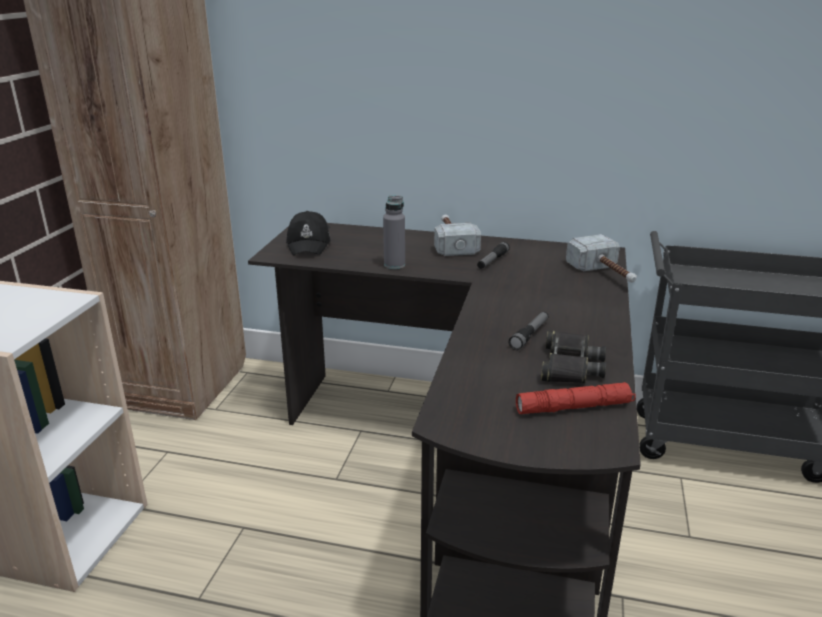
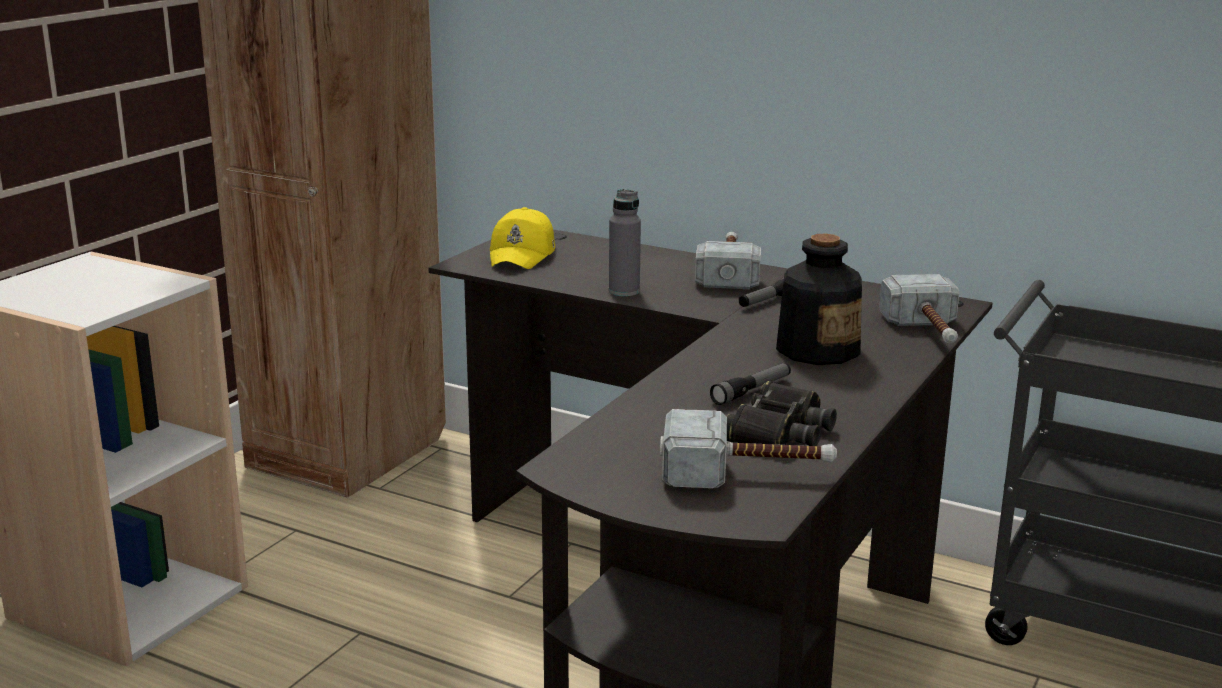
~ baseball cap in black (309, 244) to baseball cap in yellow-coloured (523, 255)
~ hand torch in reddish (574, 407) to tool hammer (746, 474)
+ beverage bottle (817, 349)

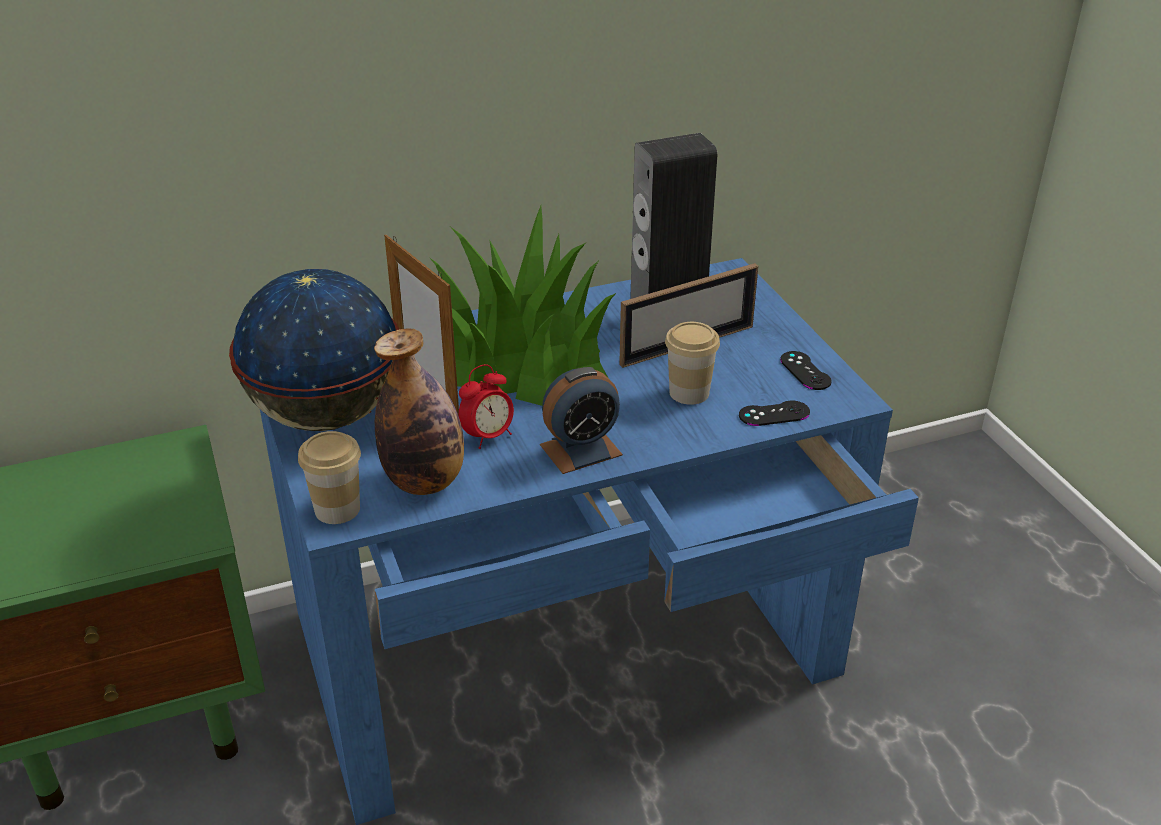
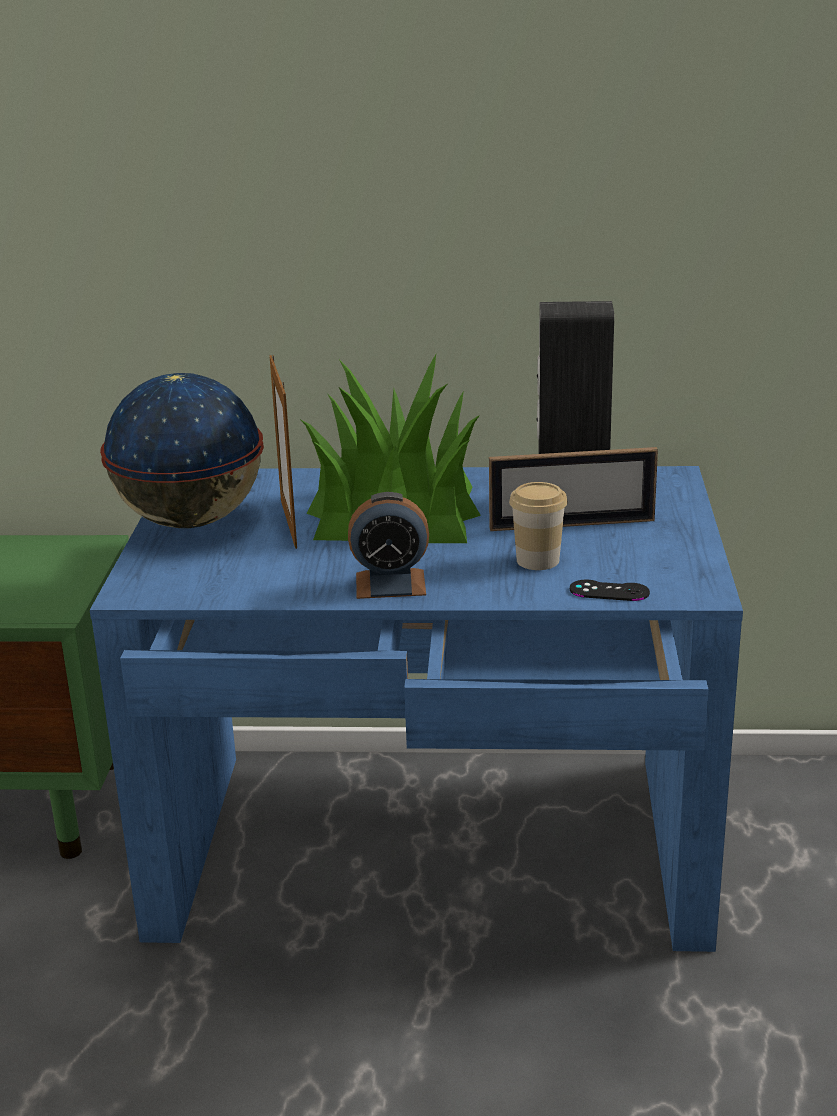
- drinking cup (337, 509)
- beverage bottle (425, 481)
- bedside clock (488, 436)
- gamepad in black (805, 371)

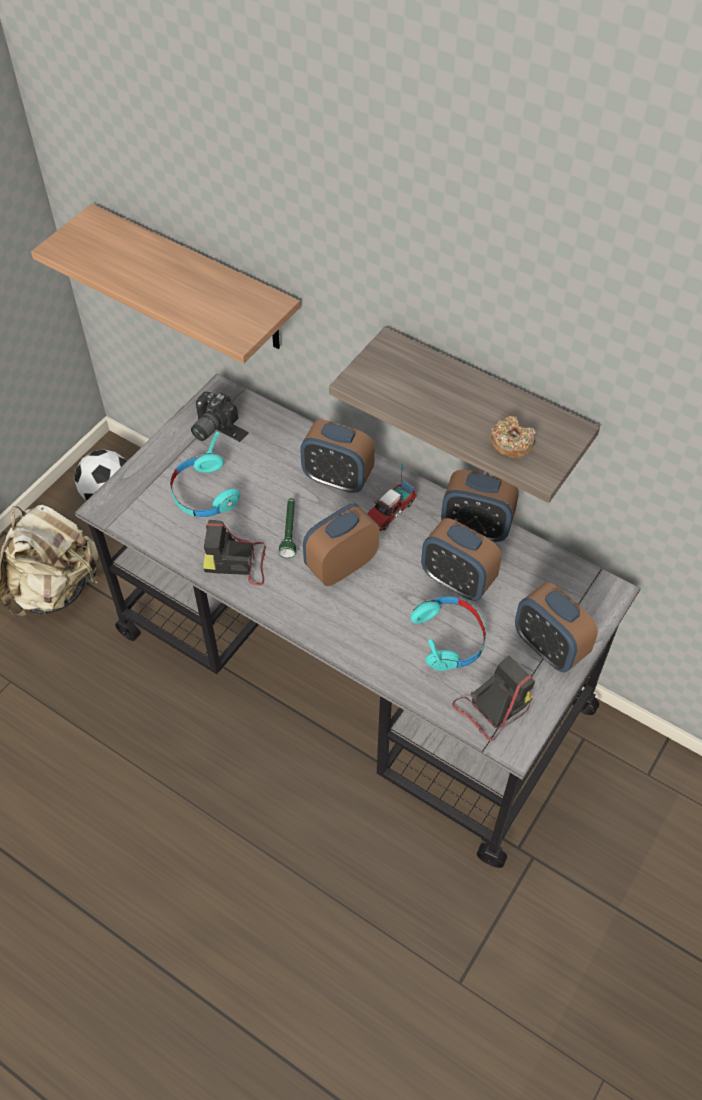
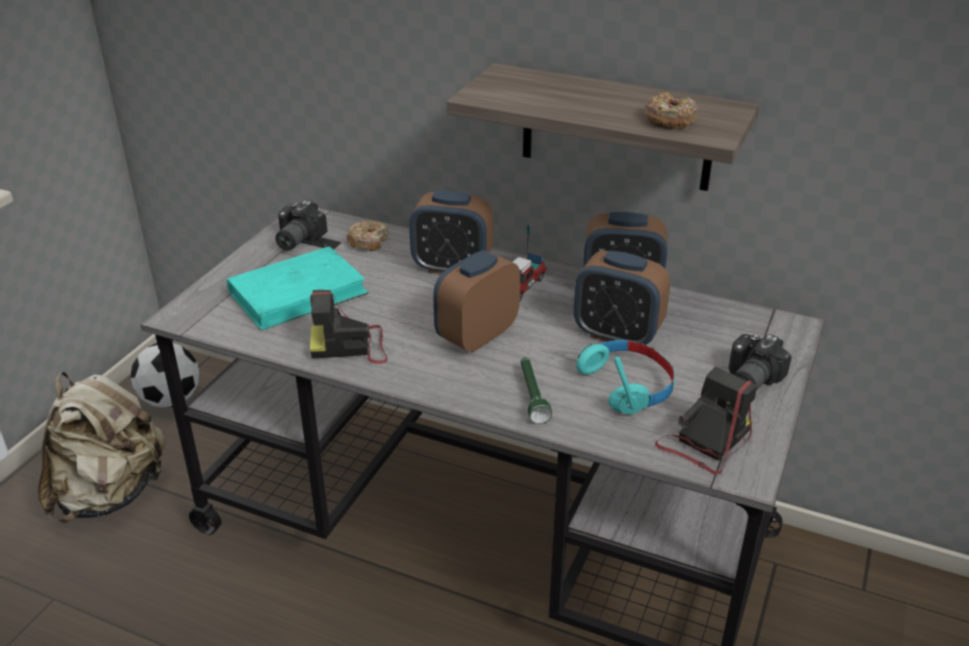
- shelf (196, 280)
~ pair of headphones in blue-green (204, 493) to volume in blue-green (298, 293)
~ hand torch in green-coloured (289, 531) to (532, 395)
~ bedside clock (549, 647) to photo camera (747, 380)
+ donut (368, 242)

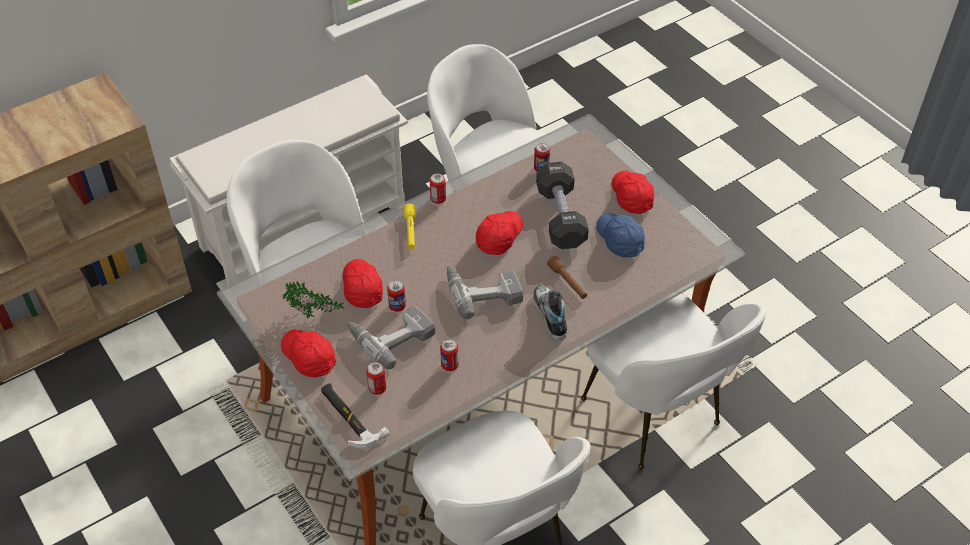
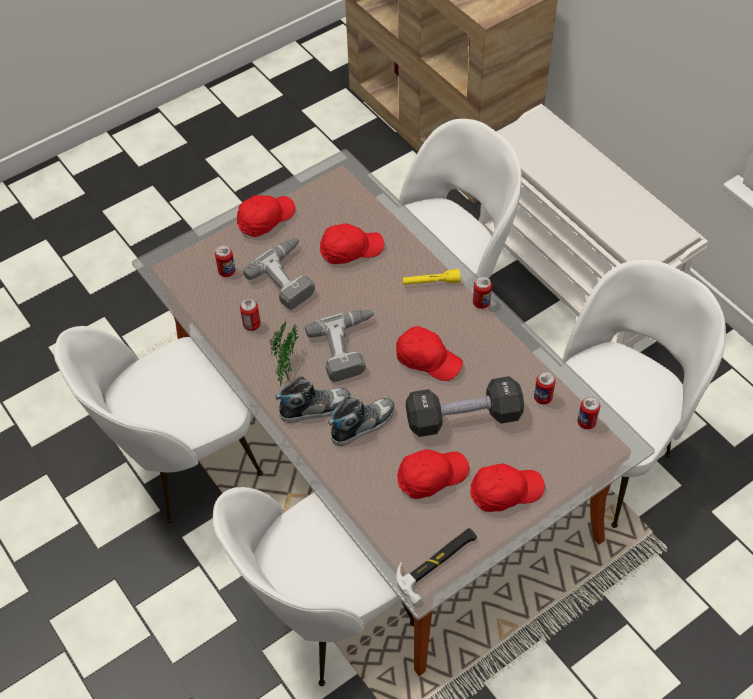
~ houseplant (315, 316) to (285, 369)
~ tool hammer (349, 417) to (437, 563)
~ can (397, 306) to (586, 422)
~ hand torch in brownish (567, 282) to shoe (363, 424)
~ baseball cap in blue (619, 240) to baseball cap in reddish (431, 476)

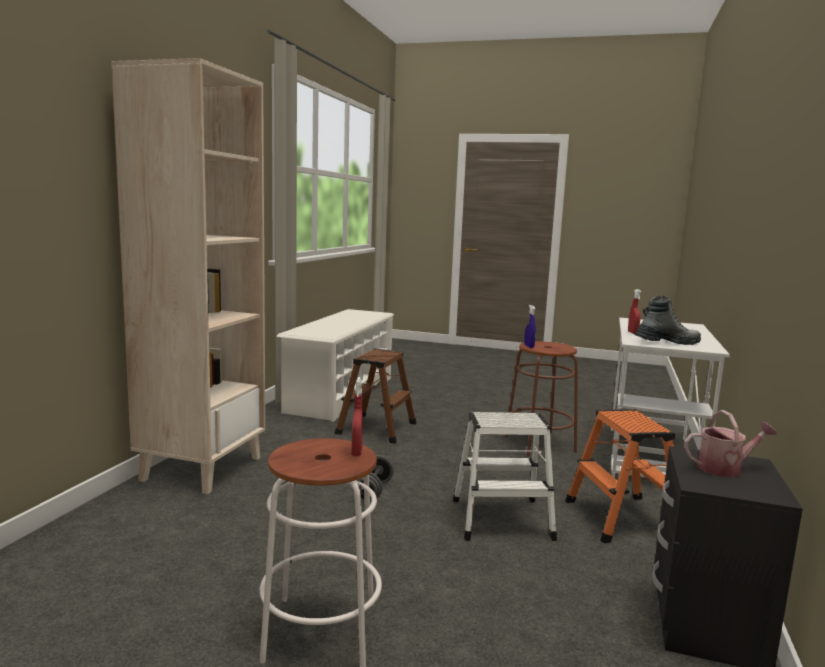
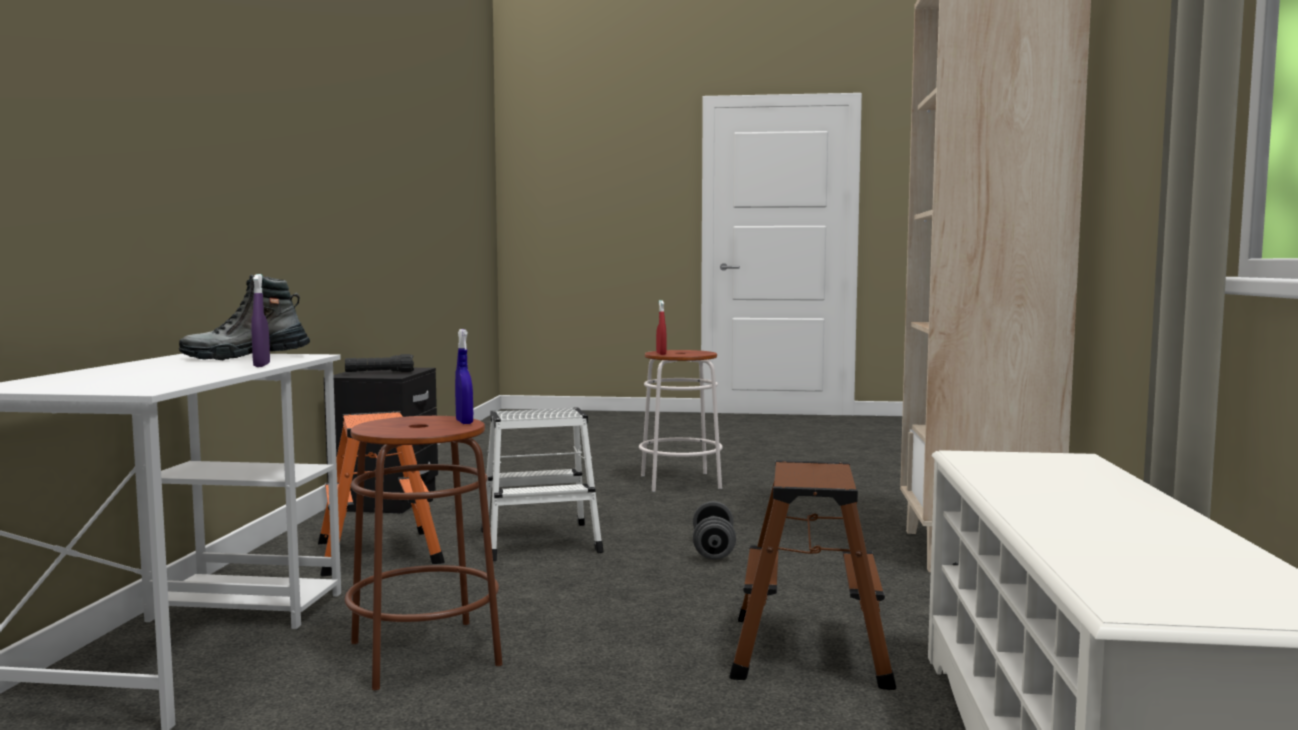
~ sprayer in reddish (633, 333) to sprayer in purplish (261, 365)
~ watering can (725, 468) to hand torch in black (379, 373)

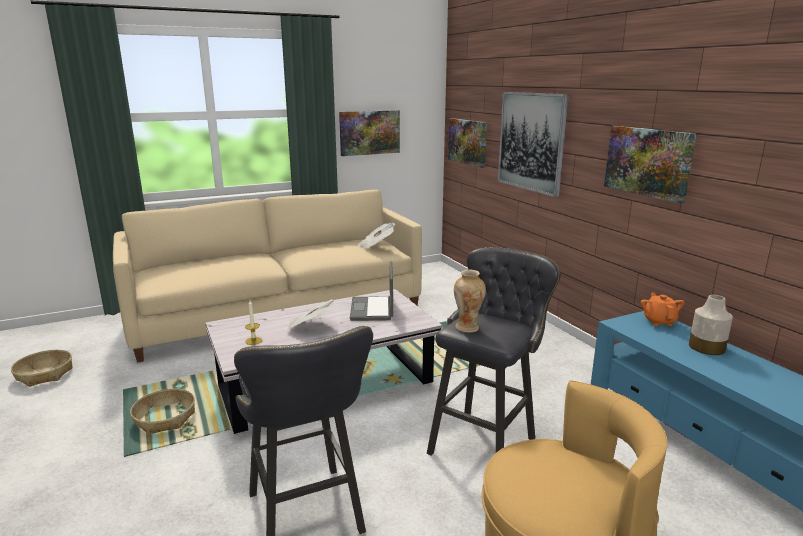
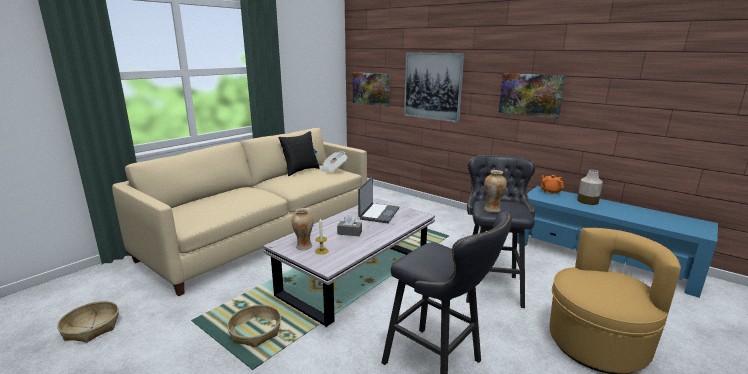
~ newspaper (310, 326) to tissue holder in gray (349, 233)
- picture (369, 132)
~ notebook computer (373, 309) = (378, 213) 135 degrees counterclockwise
+ pillow in black (300, 171)
+ decorative vase (304, 246)

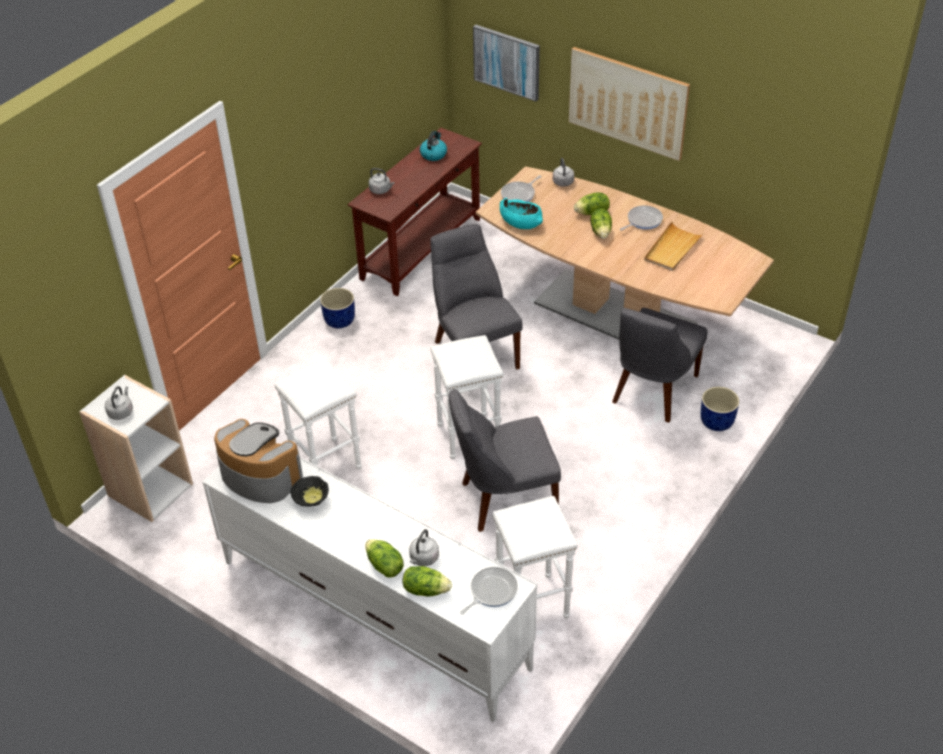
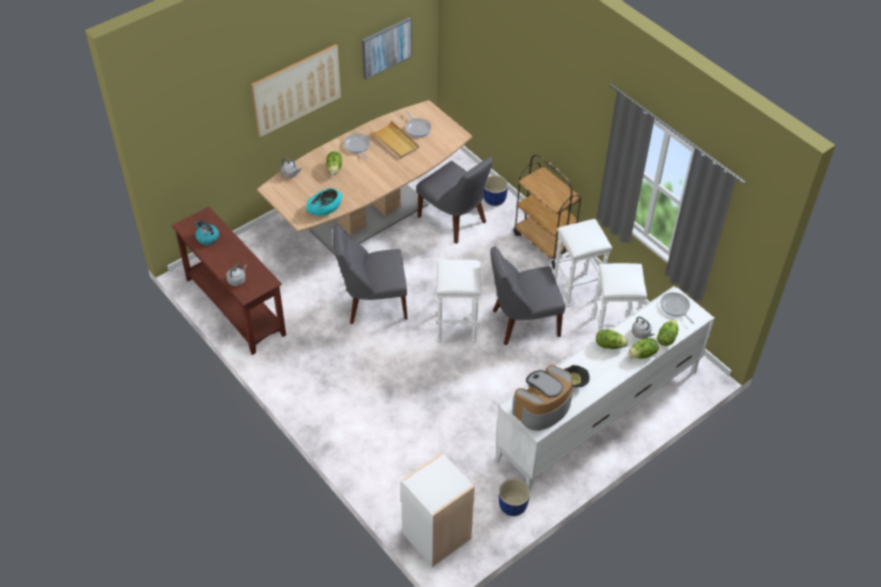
- water kettle in gray (121, 411)
~ sitting stool in white-coloured (326, 465) to (577, 290)
~ flower pot in blue (339, 320) to (512, 505)
~ chair in gray (504, 499) = (522, 323) 75 degrees clockwise
~ picture (507, 62) to (386, 47)
~ skillet (519, 194) to (418, 128)
~ head of lettuce (601, 232) to (609, 345)
+ cart in brownish (544, 243)

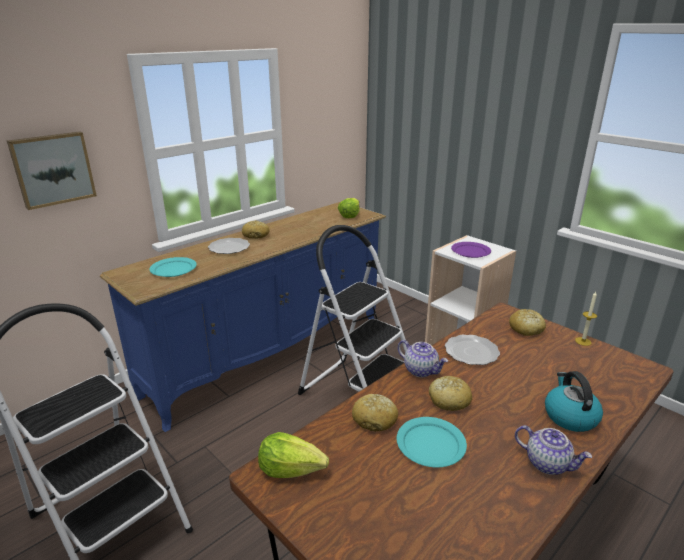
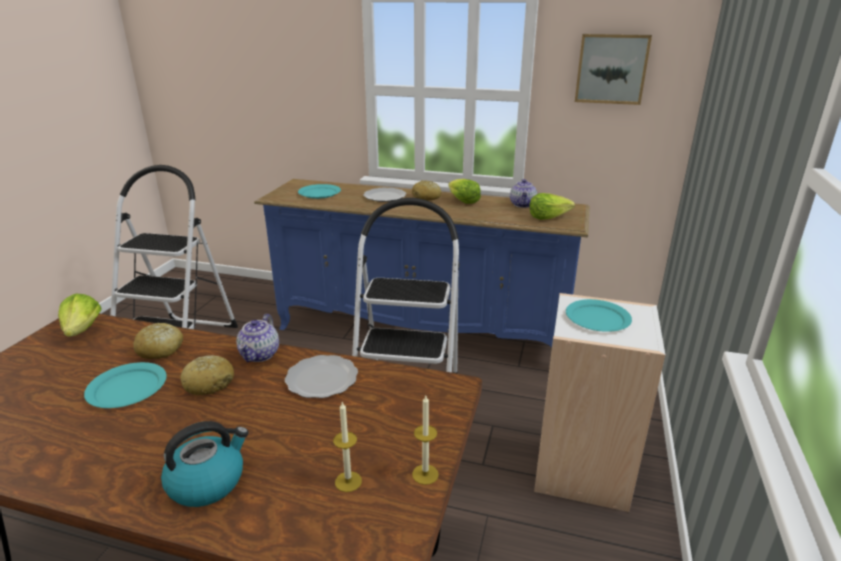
~ picture (53, 169) to (611, 69)
~ dinner plate in purplish (470, 251) to dinner plate in blue-green (598, 318)
- bakery bread (526, 329)
~ teapot (548, 463) to (523, 205)
+ wax light (348, 481)
+ head of lettuce (462, 201)

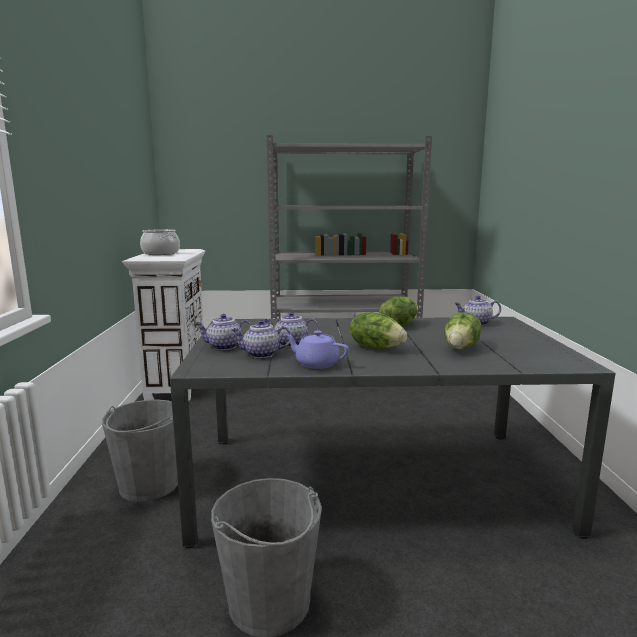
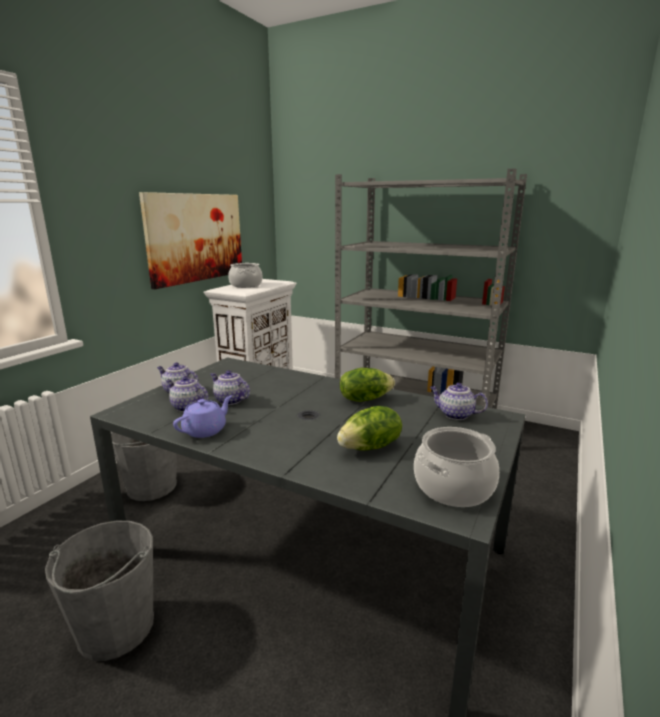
~ teapot in purplish (316, 364) = (205, 430) 75 degrees clockwise
- head of lettuce (376, 347)
+ picture (196, 237)
+ stockpot (454, 487)

